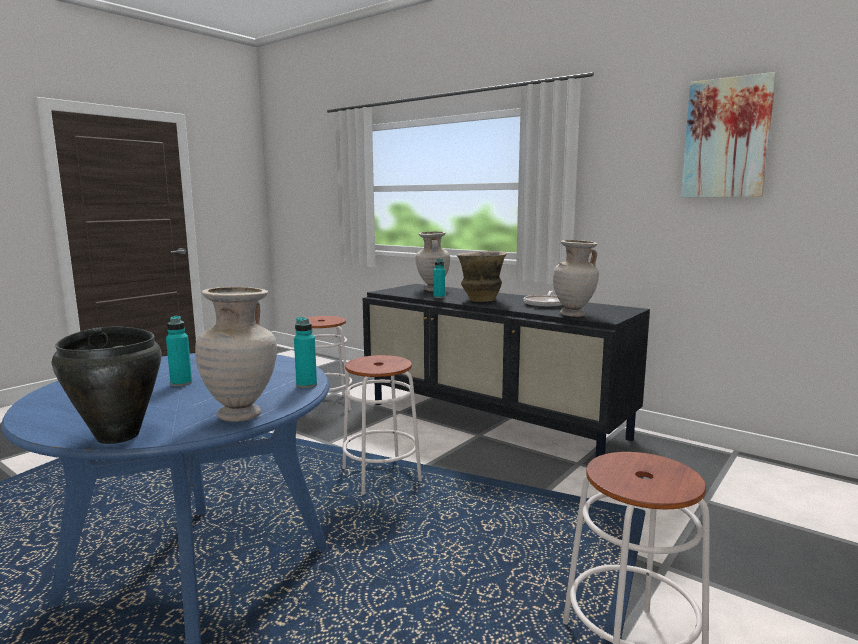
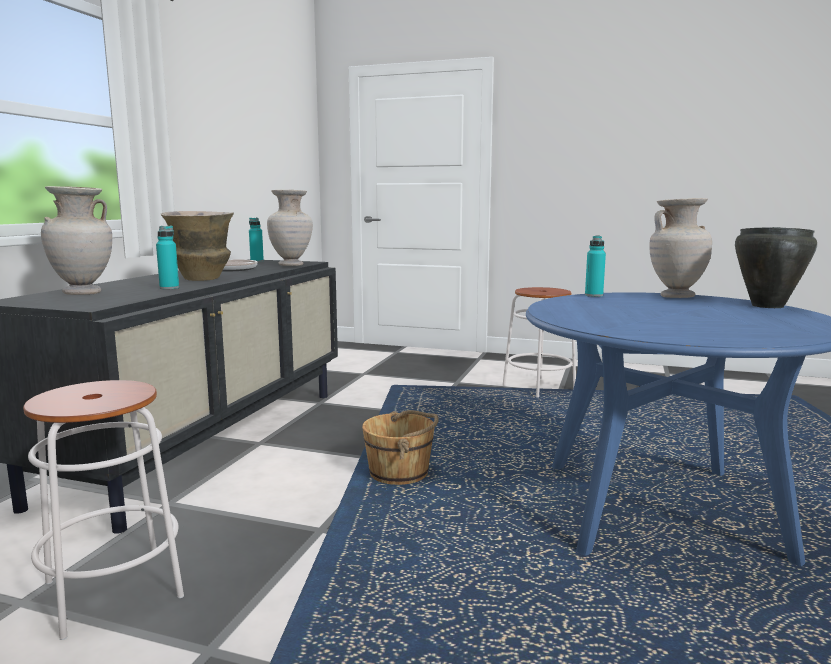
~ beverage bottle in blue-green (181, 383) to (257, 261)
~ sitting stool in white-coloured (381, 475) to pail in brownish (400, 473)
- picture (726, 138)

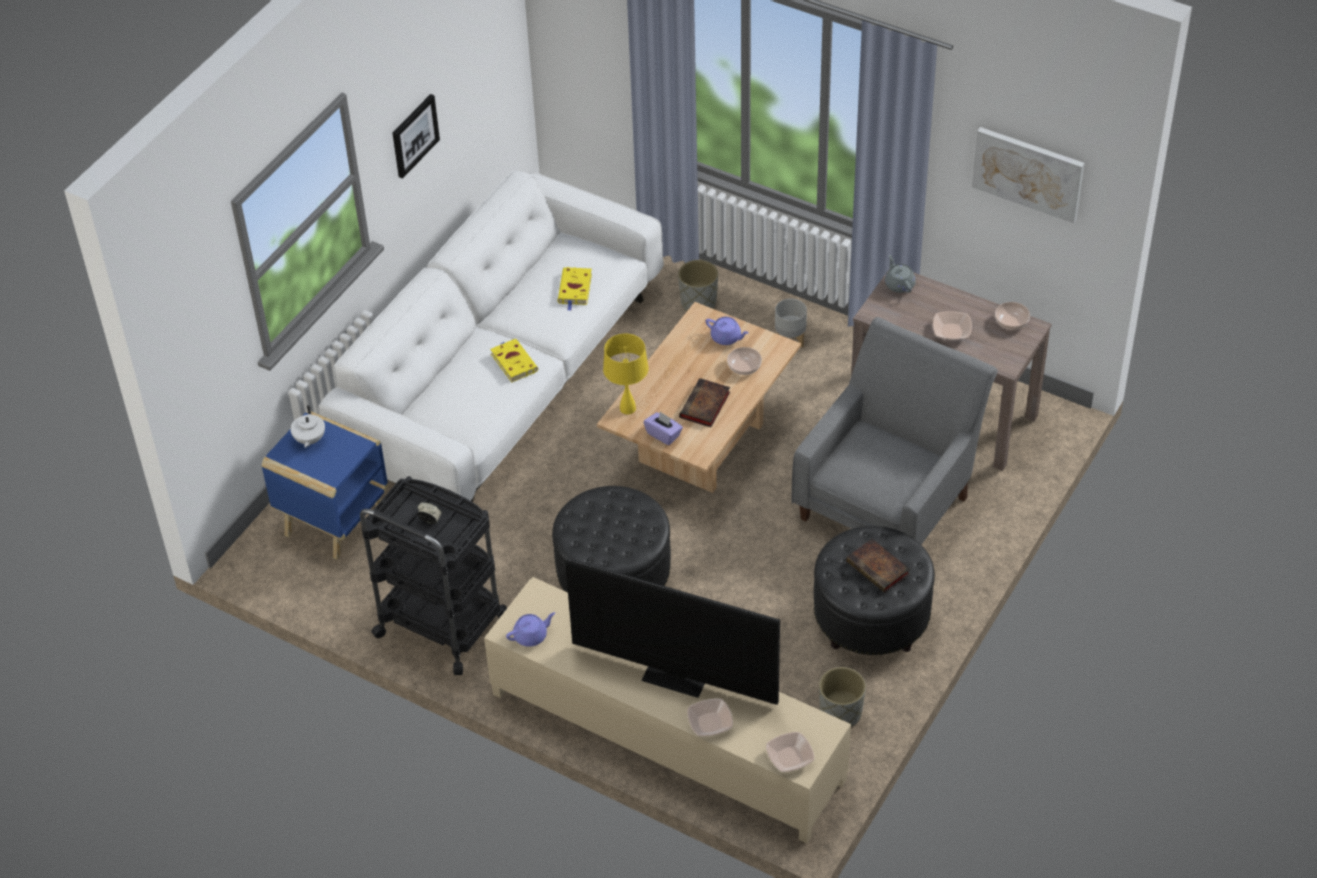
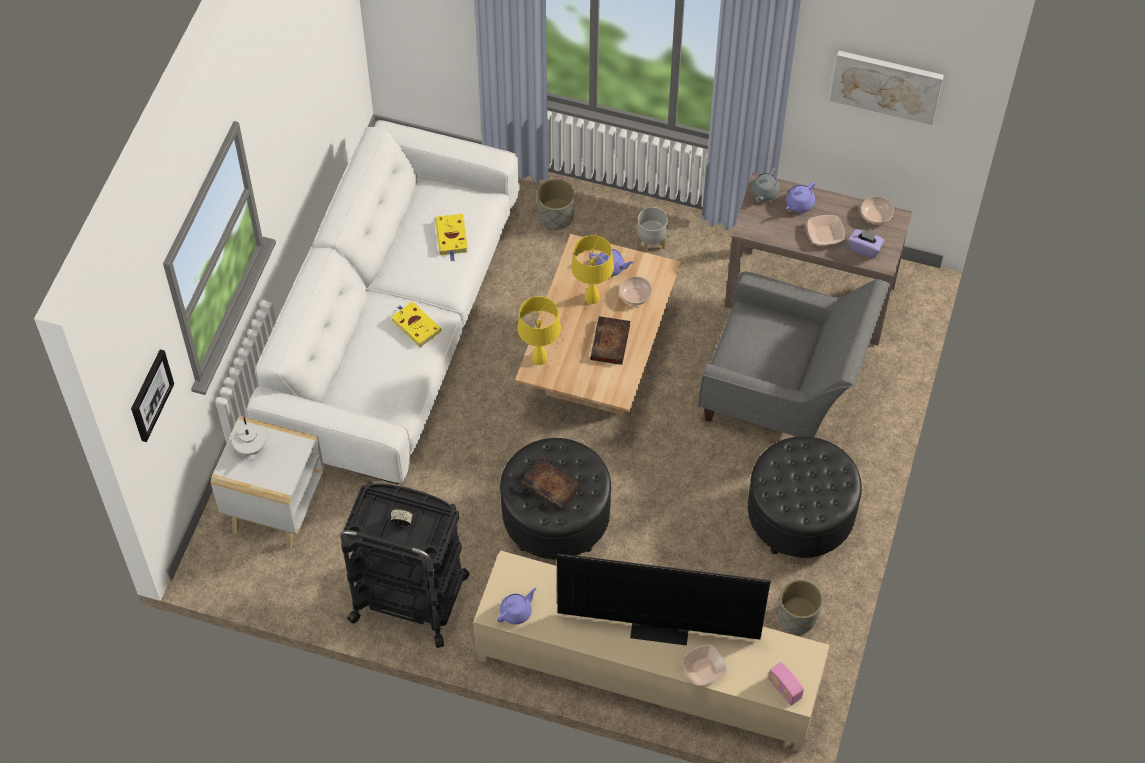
~ end table in blue (335, 518) to end table in white-coloured (276, 506)
~ picture (414, 135) to (150, 395)
~ tissue holder in purplish (663, 434) to (865, 248)
~ deep dish (790, 757) to radio receiver (784, 689)
~ lounge chair in gray (889, 499) = (784, 393) 90 degrees clockwise
~ volume (879, 569) to (552, 486)
~ teapot in gray (899, 284) = (764, 192) 120 degrees counterclockwise
+ tabletop lamp in yellow-coloured (592, 298)
+ teapot in purplish (799, 204)

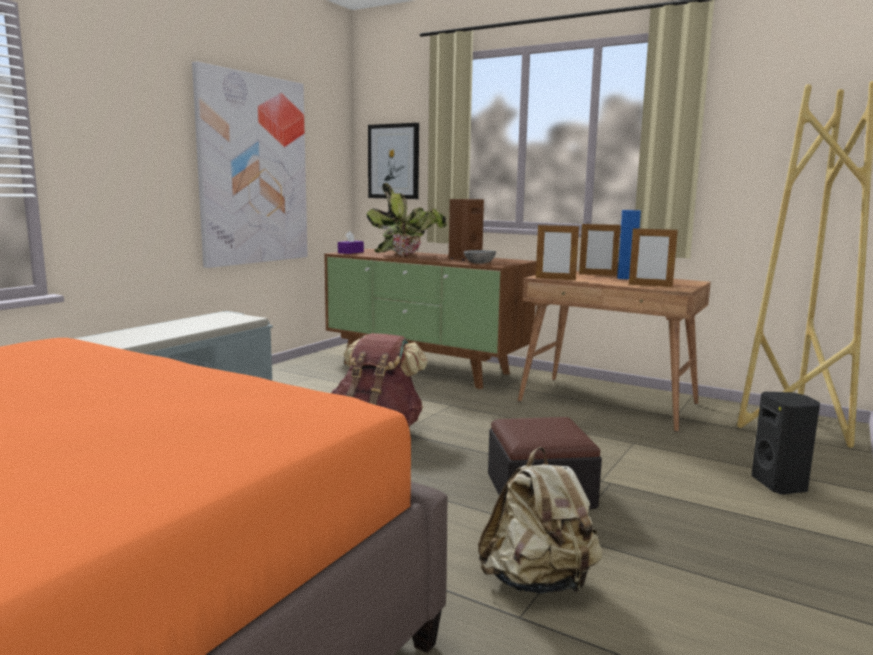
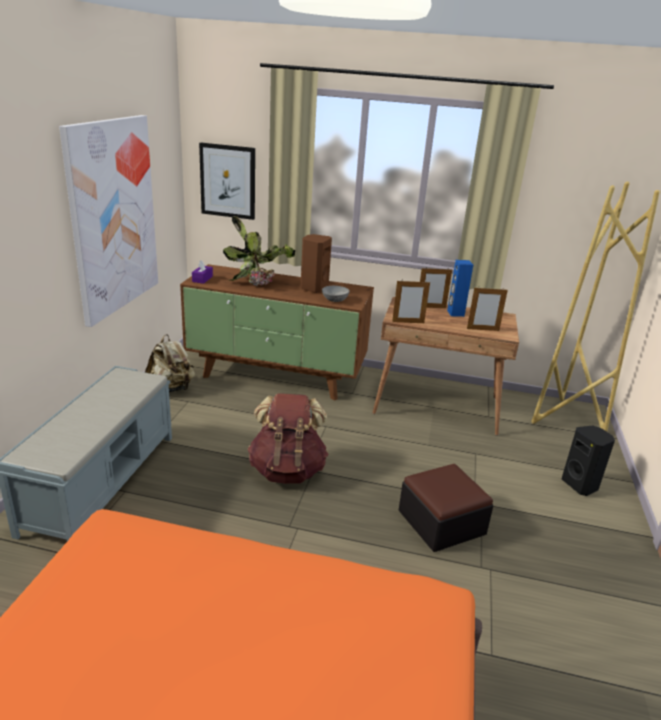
~ backpack in sand-coloured (538, 582) to (171, 389)

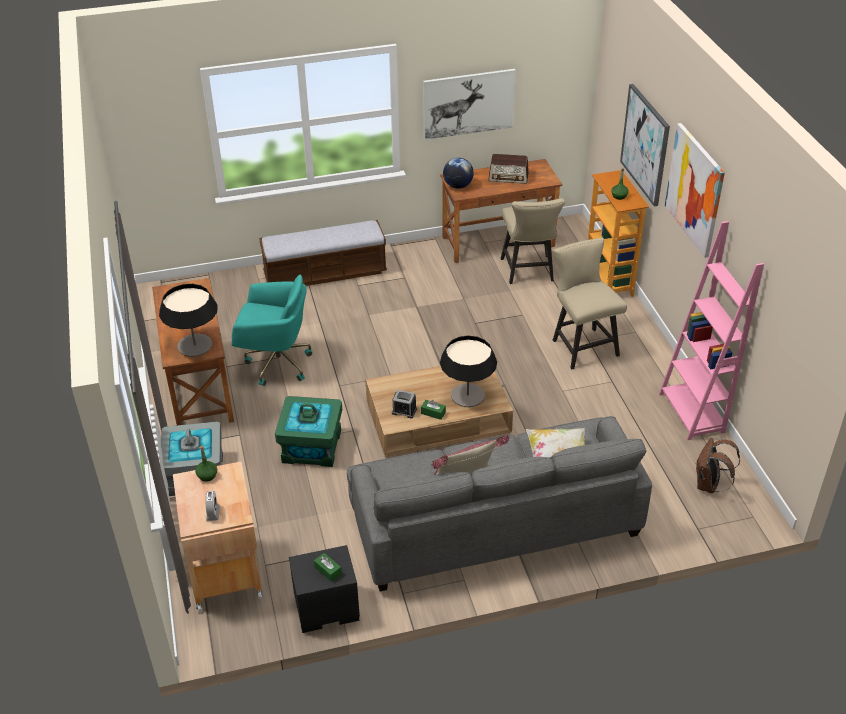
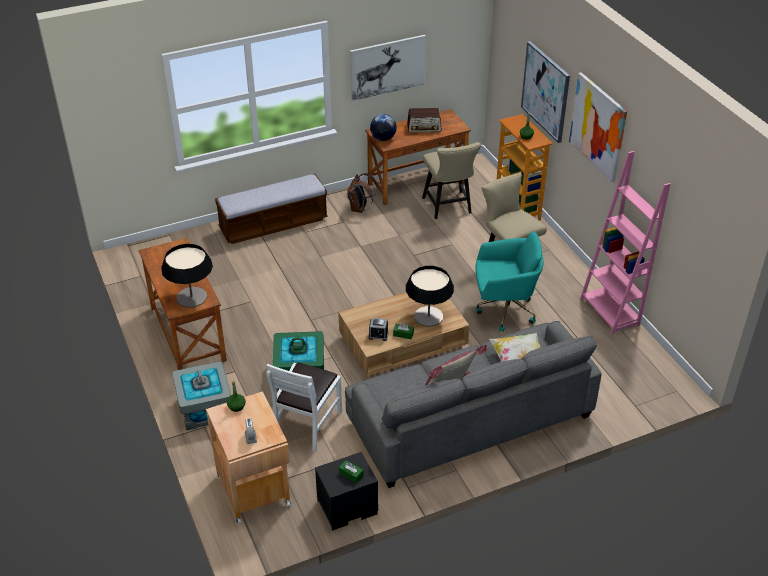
~ computer chair in blue-green (276, 365) to (503, 312)
~ backpack in brownish (709, 485) to (360, 209)
+ chair in white-coloured (307, 424)

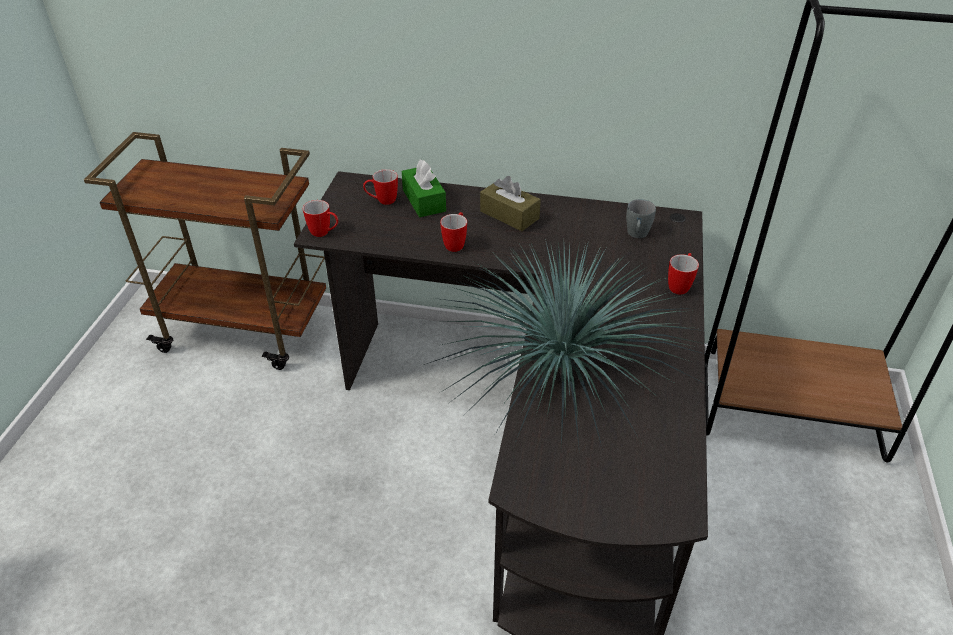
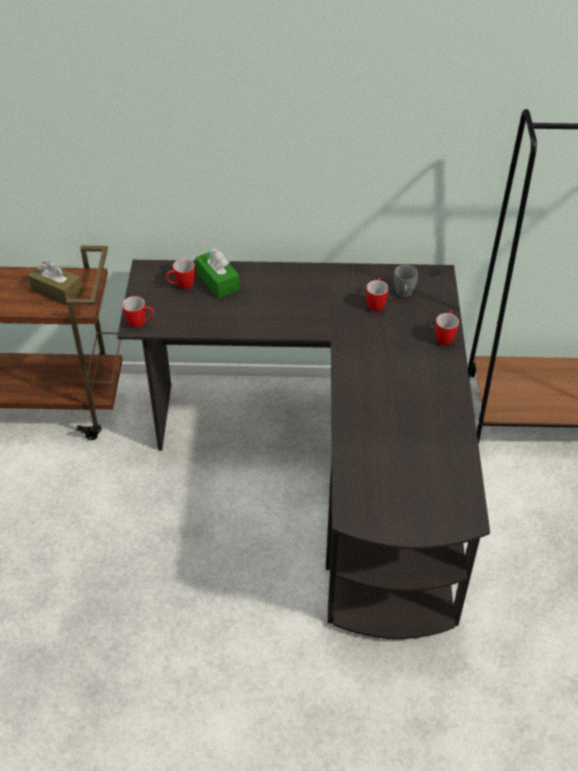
- houseplant (562, 362)
~ coffee mug (456, 243) to (376, 303)
~ tissue holder in brownish (509, 215) to (57, 291)

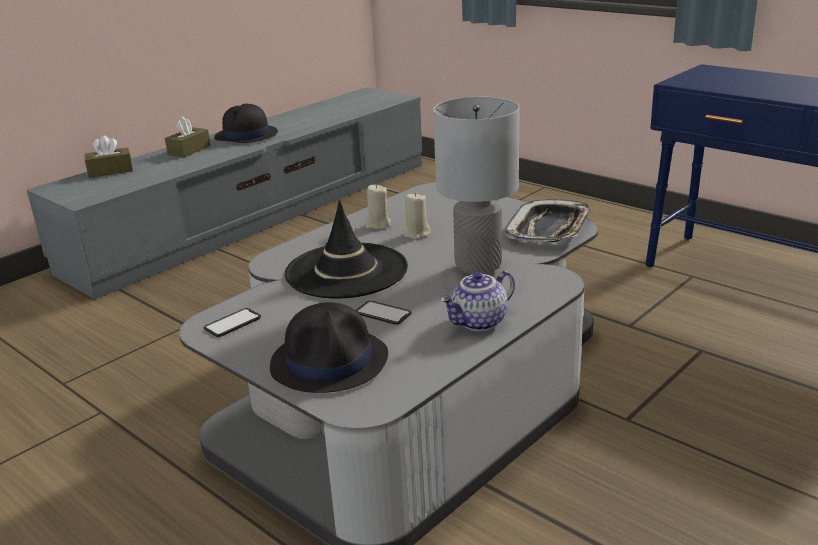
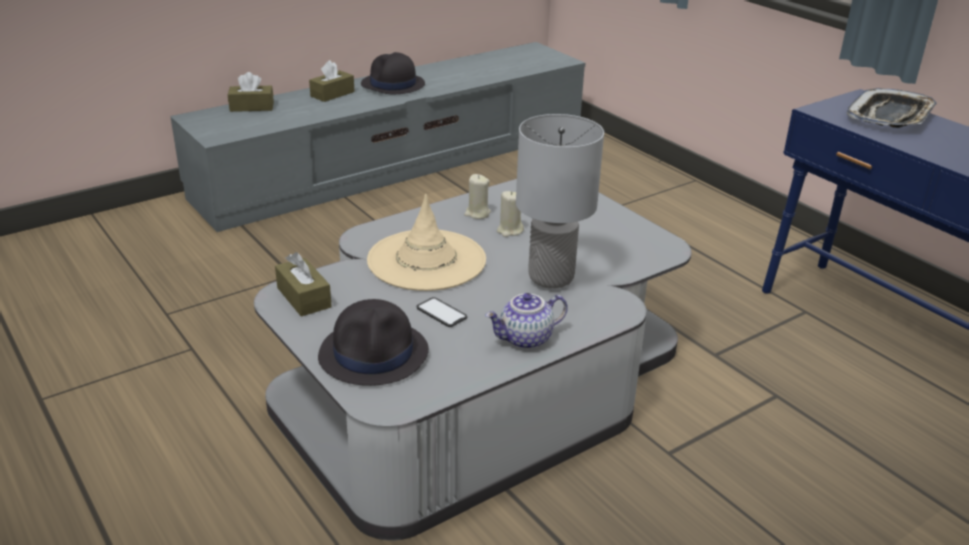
~ phone (232, 323) to tissue holder in brownish (304, 297)
~ clothing hat in black (346, 271) to clothing hat in sand-coloured (426, 260)
~ carrying tray (549, 229) to (890, 116)

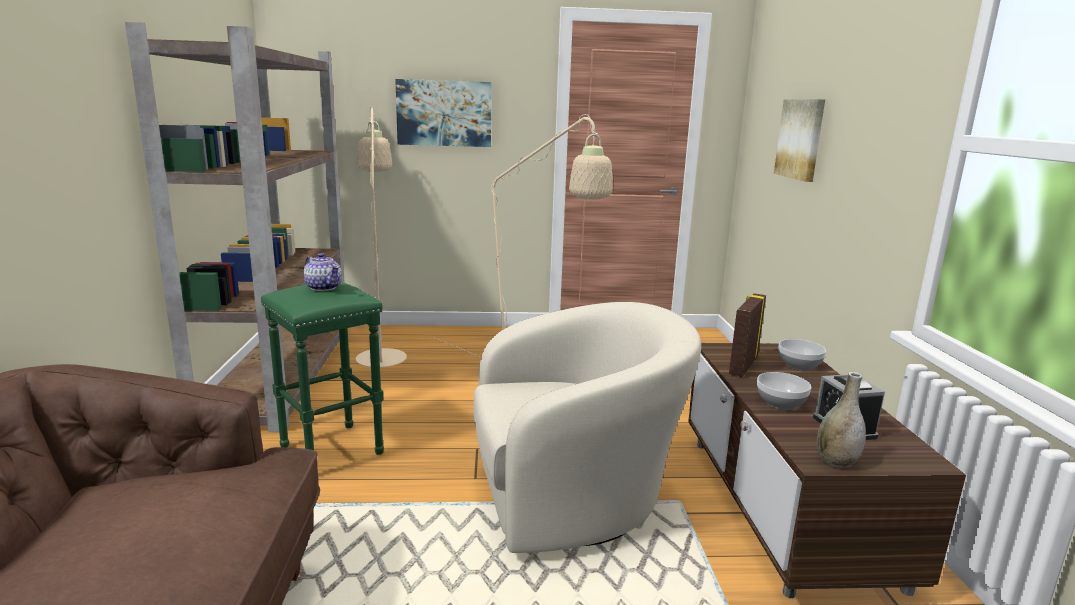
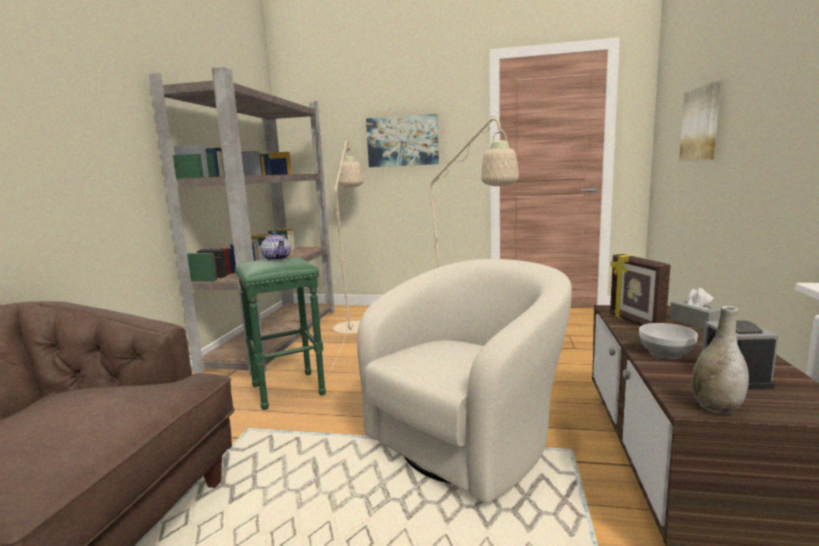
~ lounge chair in sand-coloured (574, 500) = (470, 442) 45 degrees counterclockwise
~ standing frame (742, 366) = (635, 322) 60 degrees counterclockwise
~ deep dish (798, 365) to tissue holder in gray (695, 323)

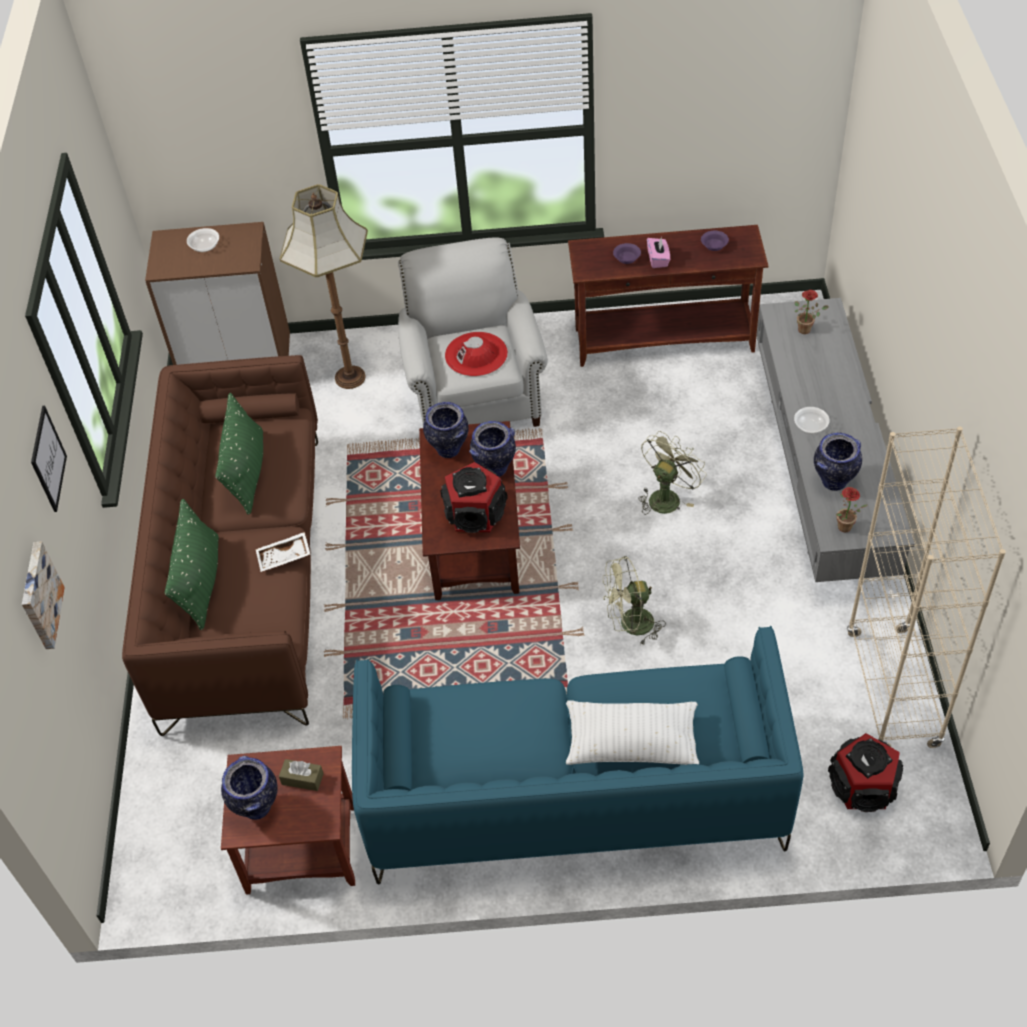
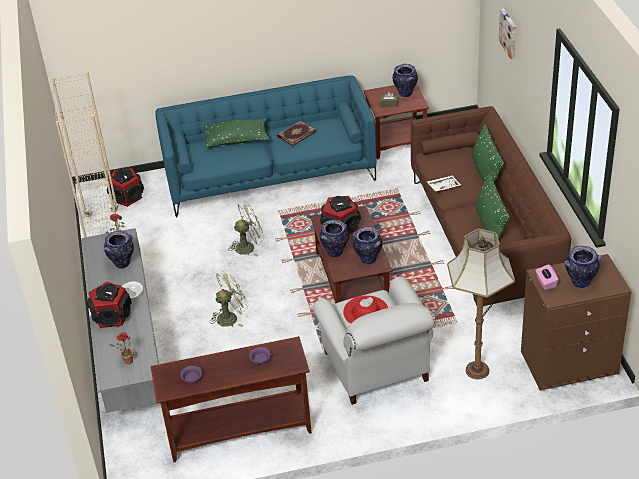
- picture (48, 459)
~ deep dish (205, 246) to decorative vase (580, 283)
~ pillow in white-coloured (631, 743) to pillow in green-coloured (236, 140)
~ fan in green-coloured (667, 496) = (230, 317) 150 degrees counterclockwise
~ tissue holder in pinkish (658, 259) to (546, 283)
+ speaker (111, 316)
+ volume (296, 134)

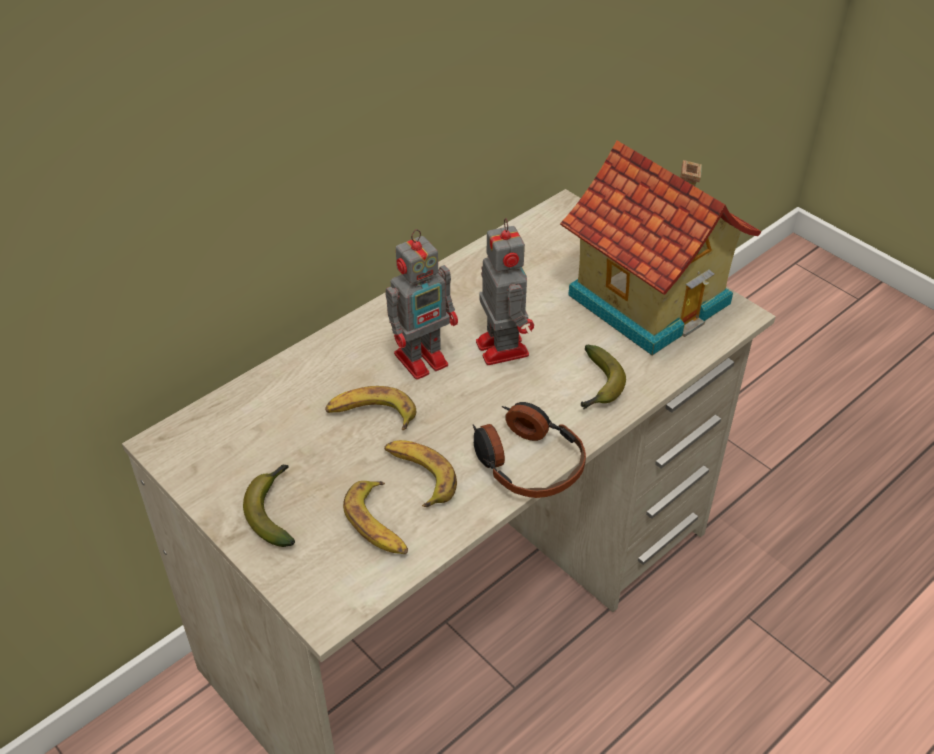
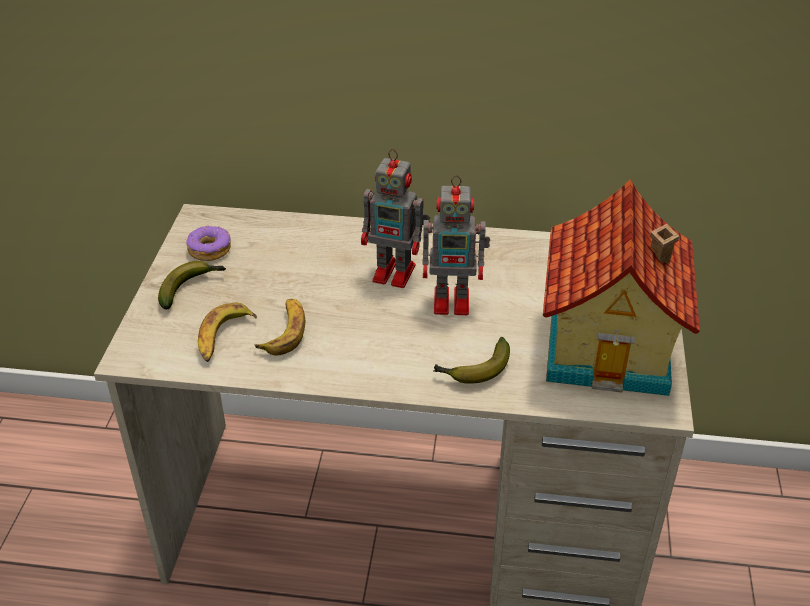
- banana (371, 415)
- pair of headphones (526, 461)
~ robot figure (501, 346) = (454, 301) 60 degrees clockwise
+ donut (209, 250)

